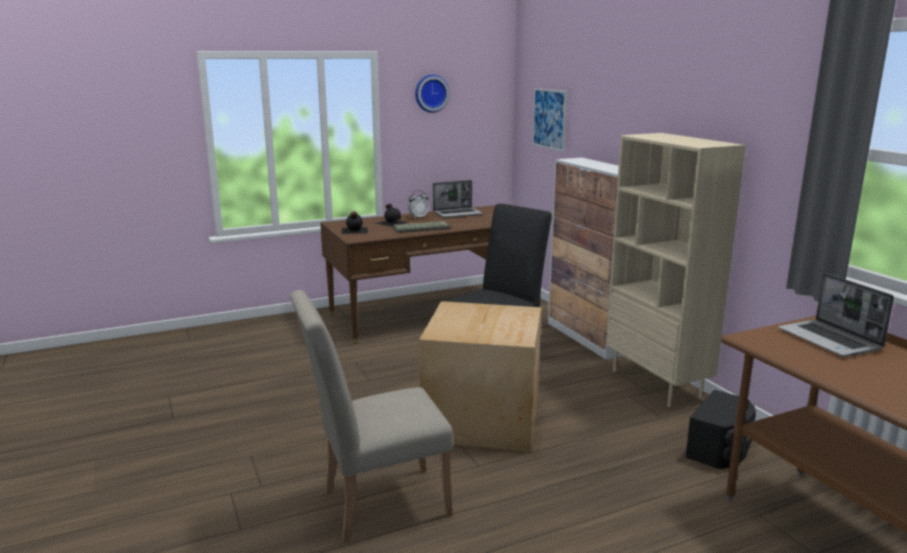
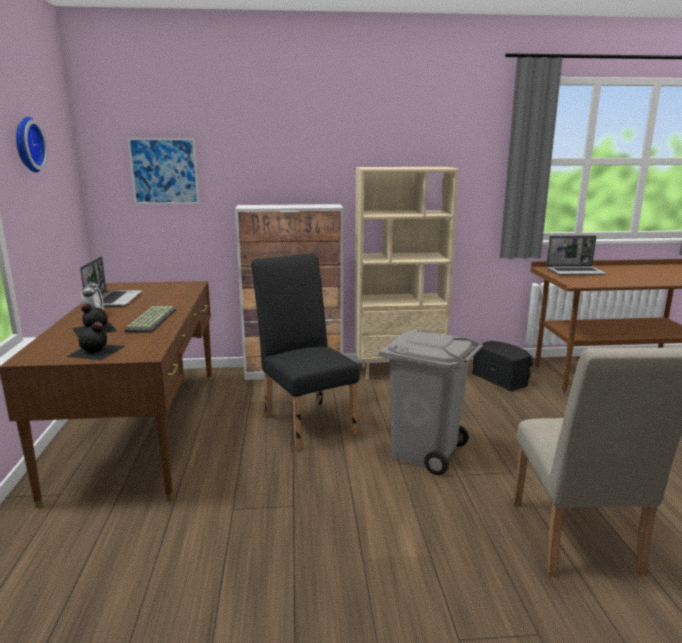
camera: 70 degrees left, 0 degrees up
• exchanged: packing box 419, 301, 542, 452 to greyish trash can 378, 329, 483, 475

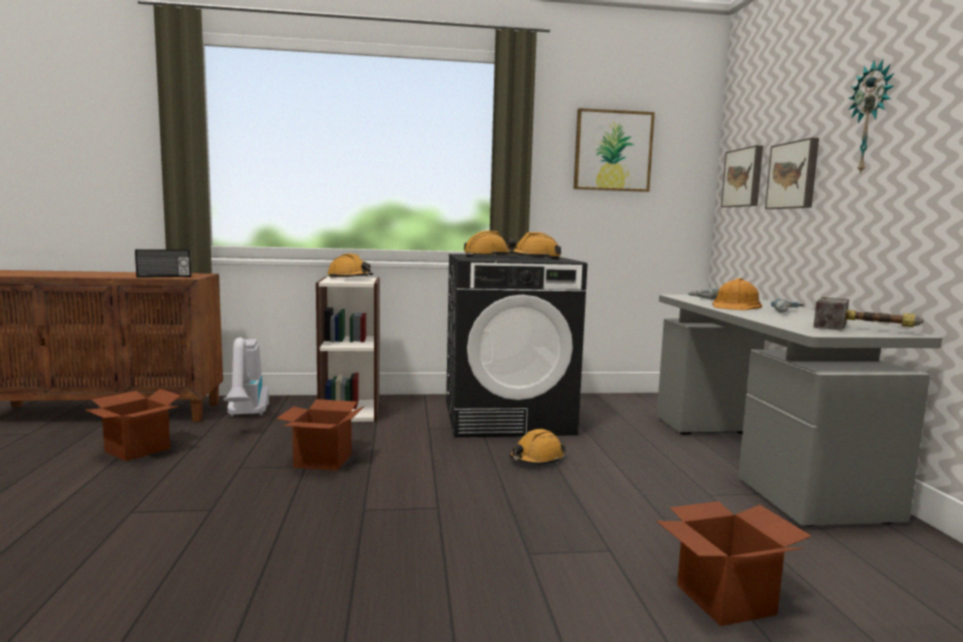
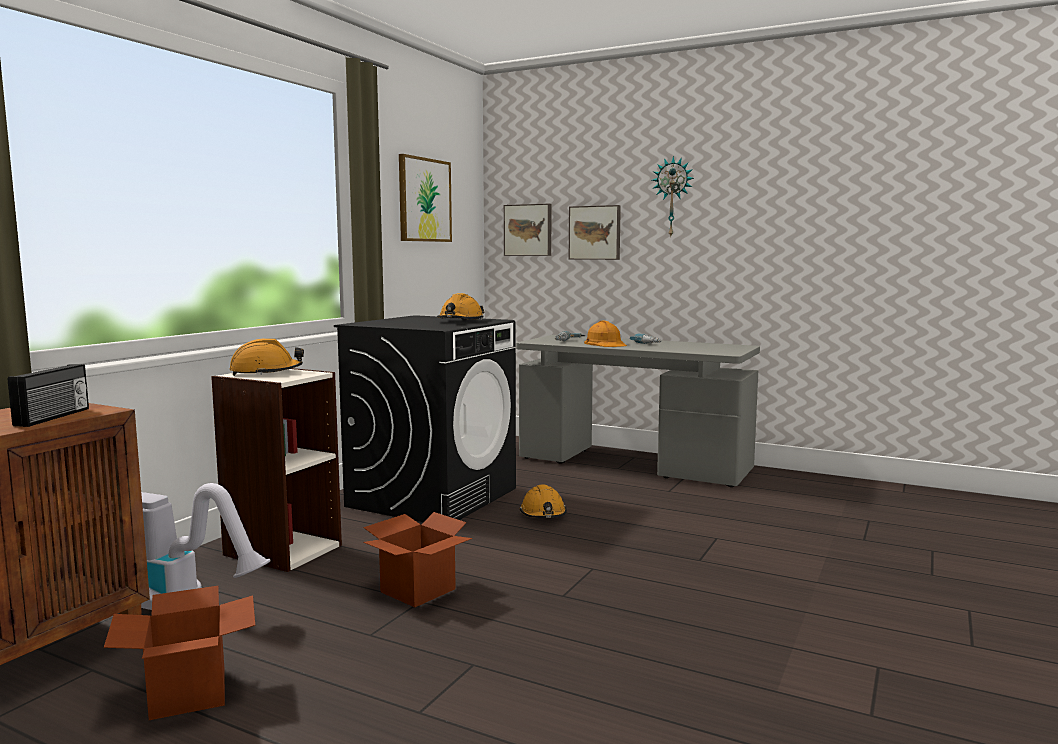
camera: 55 degrees left, 0 degrees up
• missing: orangey safety helmet 464, 231, 512, 257
• missing: packing box 656, 501, 811, 626
• missing: hammer 813, 297, 924, 331

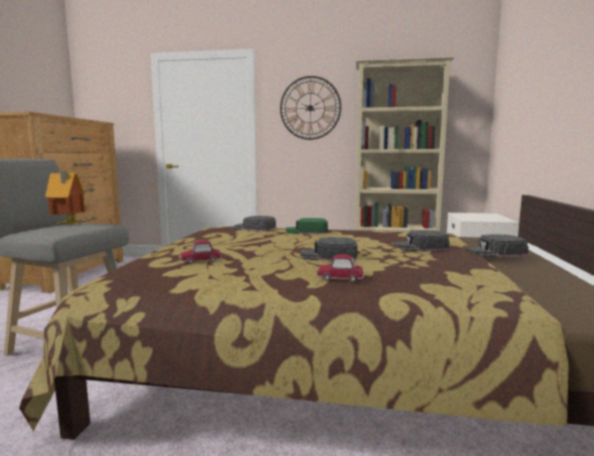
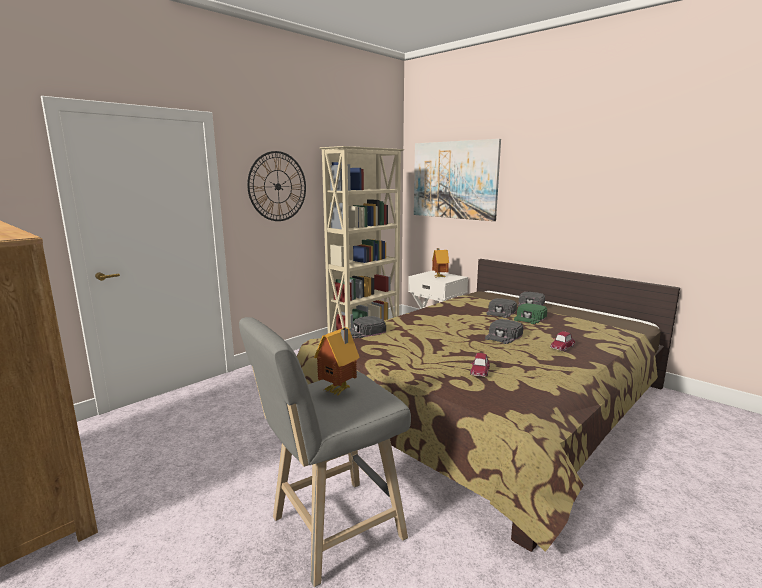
camera: 55 degrees left, 5 degrees up
• relocated: green-coloured baseball cap 286, 218, 328, 234 to 514, 303, 547, 324
• appeared: wall art 414, 139, 501, 221
• appeared: model house 432, 248, 449, 278

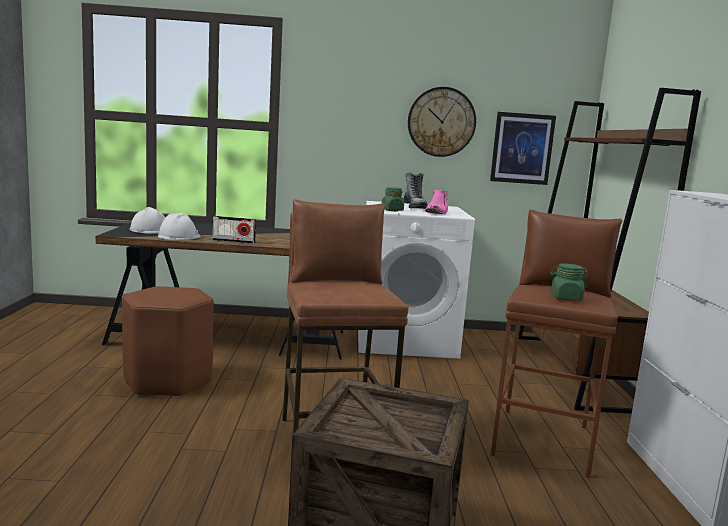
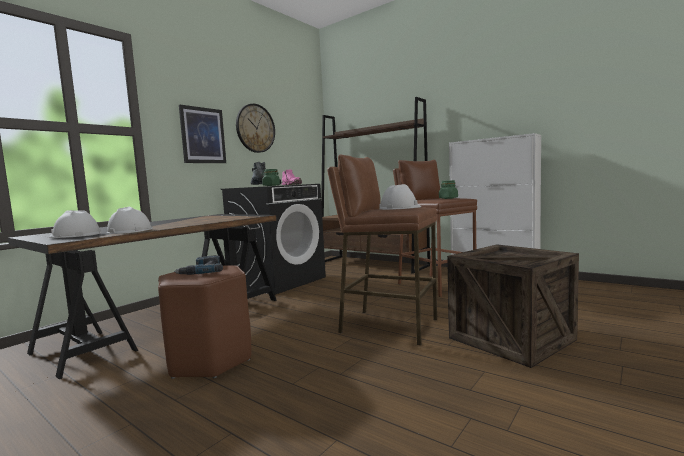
camera: 50 degrees left, 5 degrees down
• missing: radio 213, 216, 256, 244
• colour: white laundry machine 358, 201, 475, 359 to blackish laundry machine 221, 184, 326, 295
• relocated: wall art 490, 112, 556, 185 to 179, 105, 226, 163
• appeared: electric drill 174, 255, 223, 275
• appeared: white safety helmet 379, 184, 421, 210

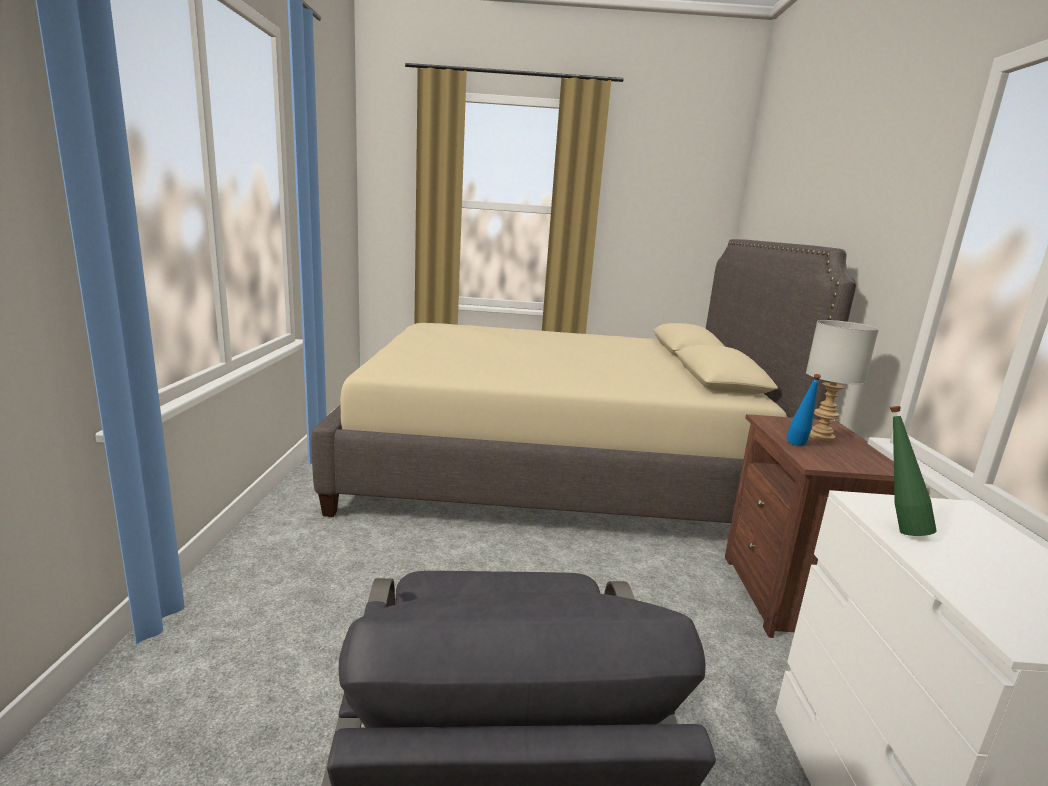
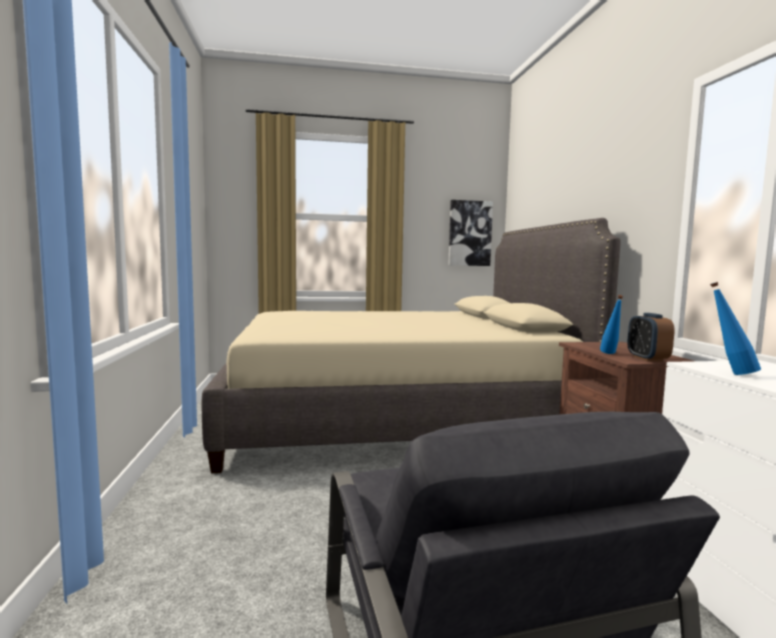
camera: 10 degrees left, 10 degrees down
• missing: greyish table lamp 806, 320, 879, 442
• colour: green-coloured bottle 890, 406, 937, 536 to bluish bottle 710, 282, 761, 375
• appeared: wall art 448, 200, 493, 266
• appeared: alarm clock 627, 313, 675, 362

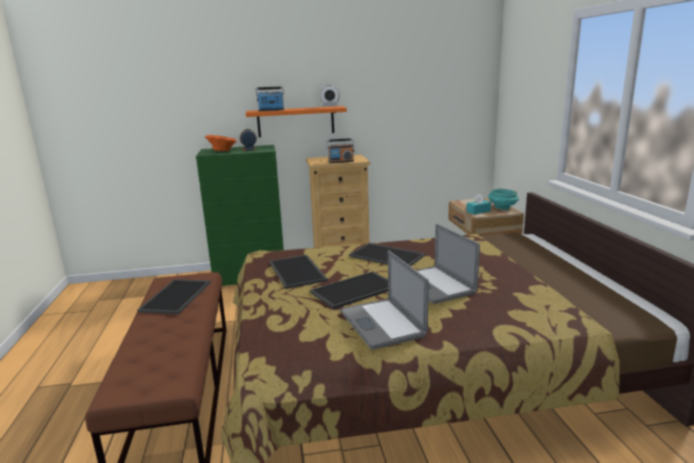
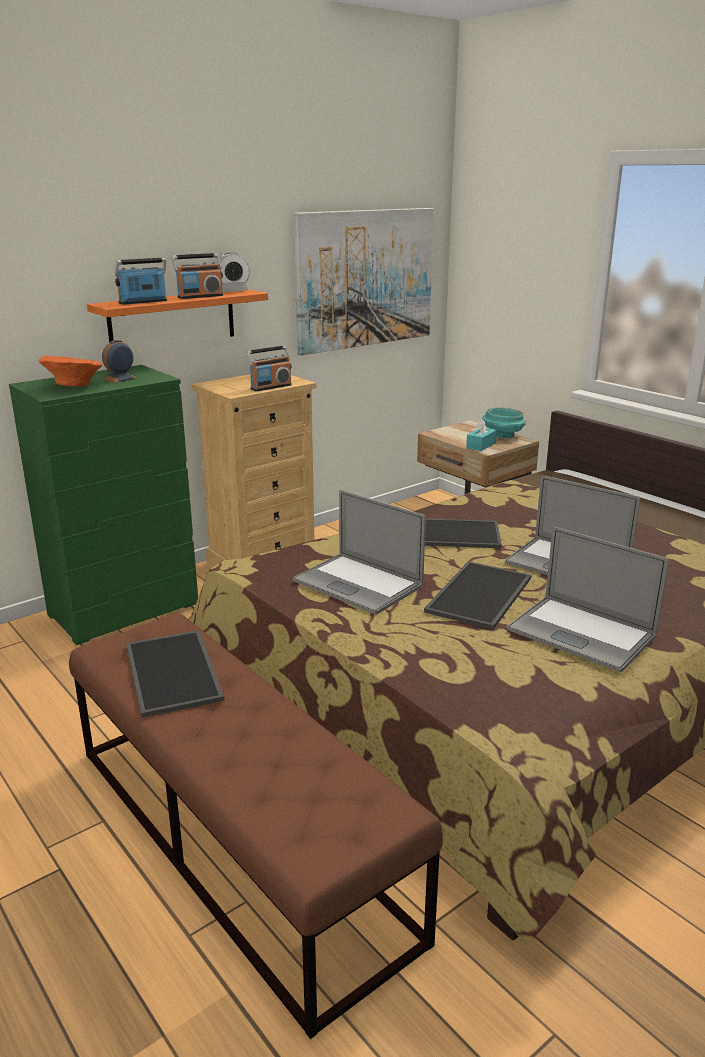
camera: 30 degrees left, 5 degrees up
• exchanged: carrying tray 269, 255, 328, 289 to portable computer 292, 490, 426, 615
• appeared: radio 172, 253, 223, 299
• appeared: wall art 294, 208, 434, 356

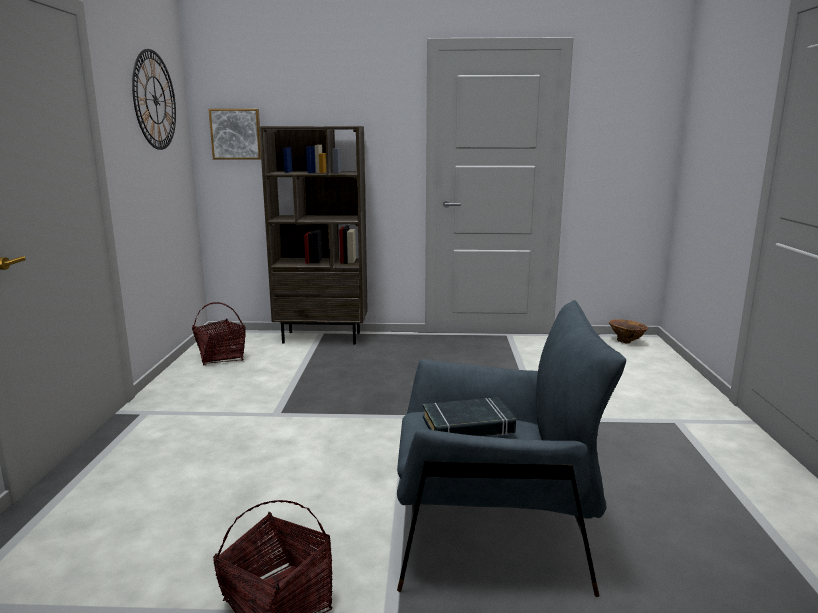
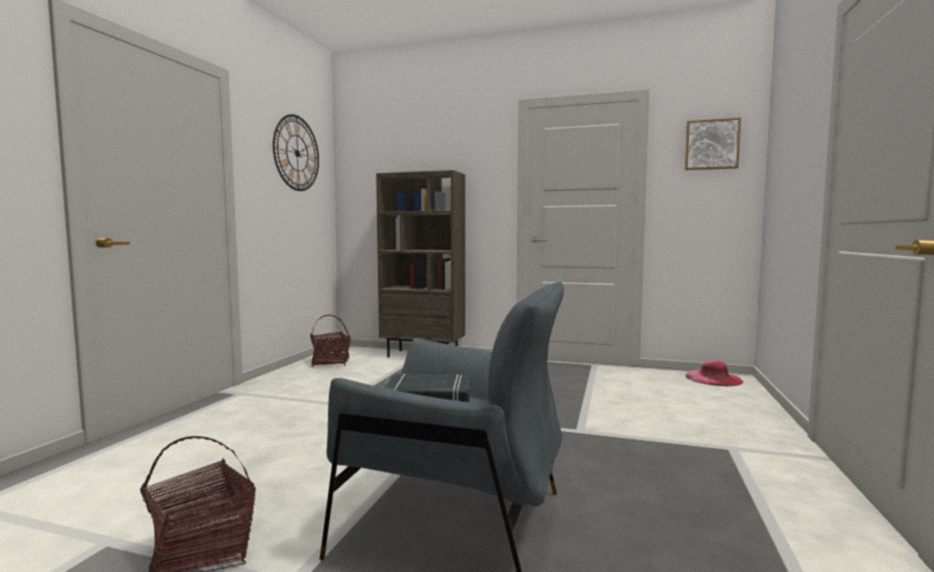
camera: 15 degrees right, 10 degrees down
• relocated: wall art 209, 109, 261, 160 to 685, 118, 741, 170
• exchanged: brown flower vase 609, 319, 648, 344 to pink-coloured hat 685, 360, 743, 386

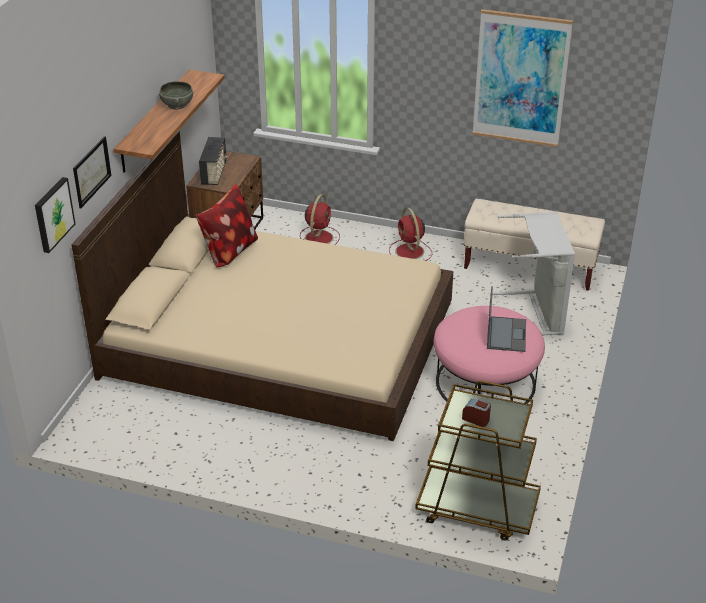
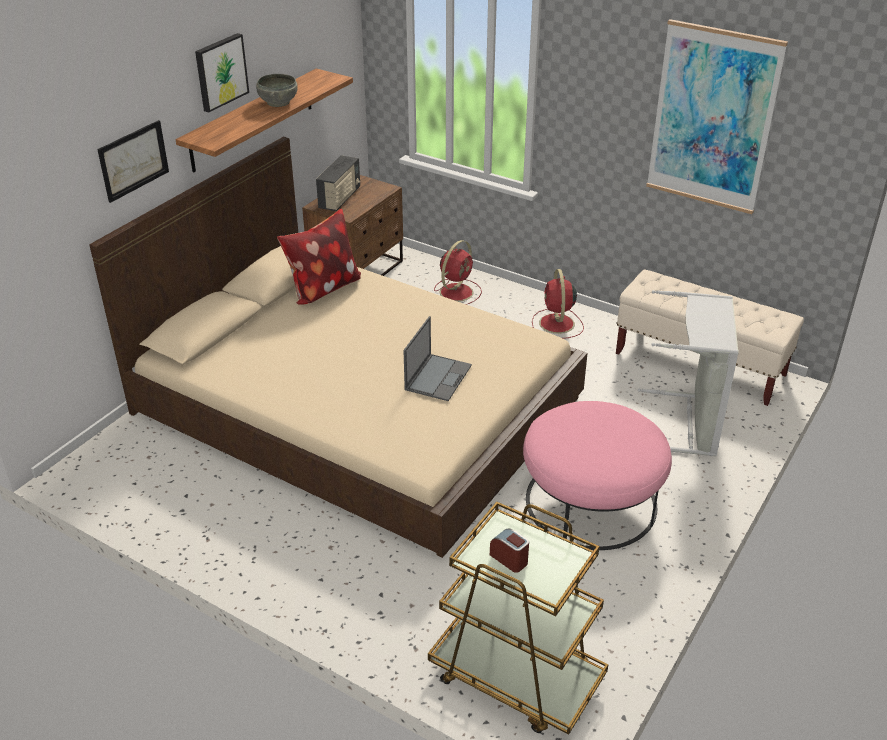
camera: 15 degrees right, 0 degrees up
• relocated: wall art 35, 177, 76, 253 to 195, 33, 249, 113
• relocated: portable computer 487, 286, 526, 352 to 403, 316, 472, 401

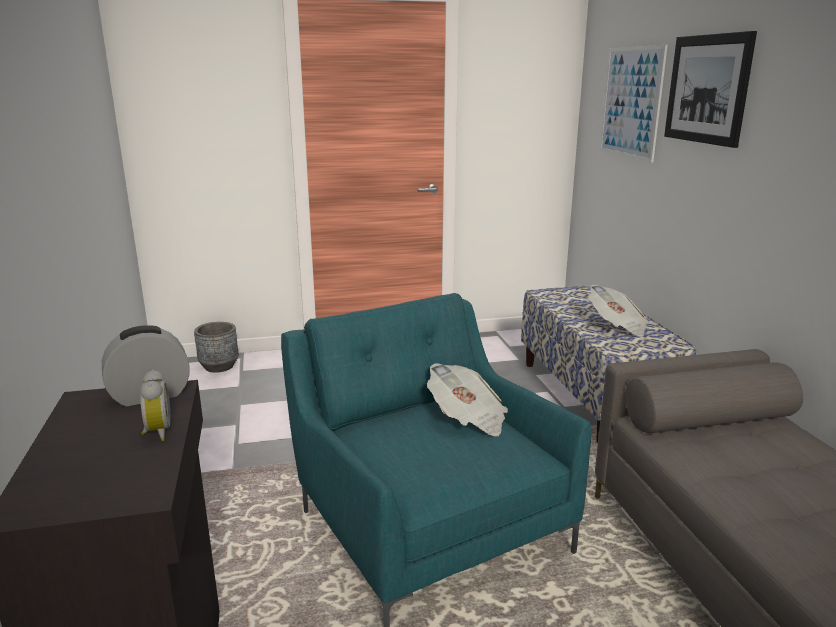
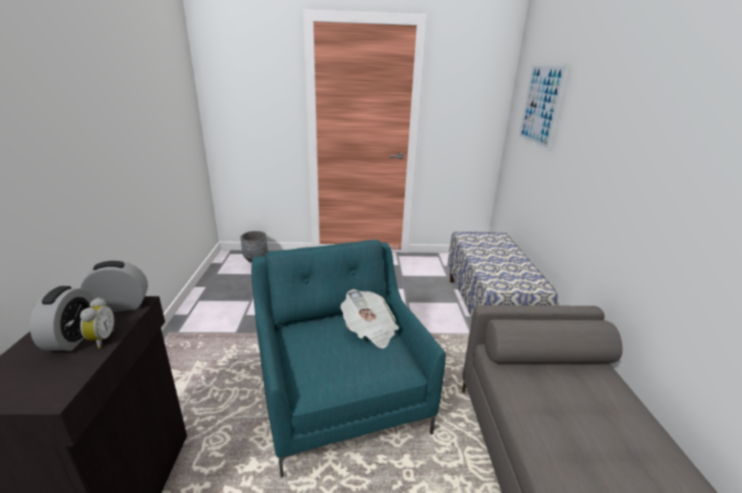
camera: 10 degrees right, 5 degrees up
• missing: newspaper 588, 285, 649, 337
• missing: wall art 664, 31, 757, 148
• appeared: alarm clock 30, 286, 94, 351

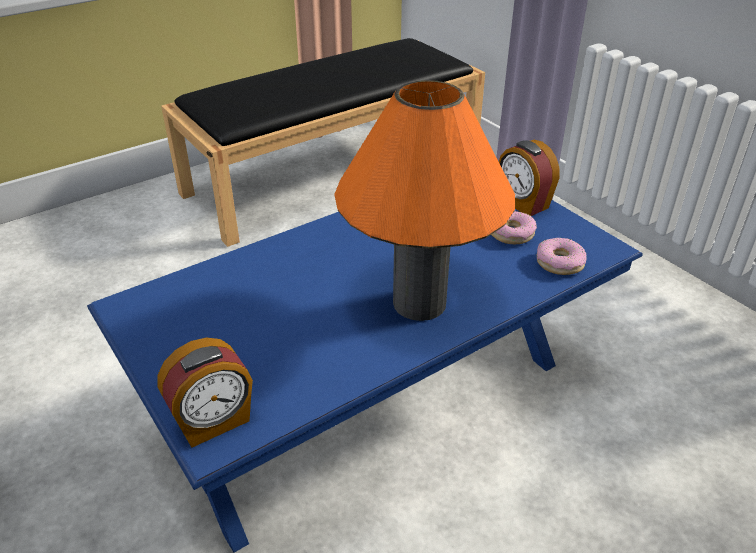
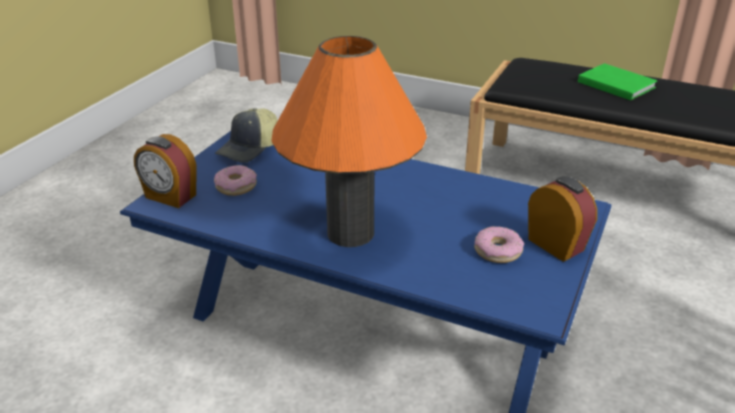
camera: 60 degrees right, 5 degrees down
• spun: alarm clock 499, 140, 560, 216 = 528, 176, 597, 262 120 degrees clockwise
• relocated: doughnut 537, 238, 587, 275 to 214, 165, 257, 196
• appeared: baseball cap 215, 108, 278, 163
• appeared: green-coloured bound book 578, 63, 658, 100

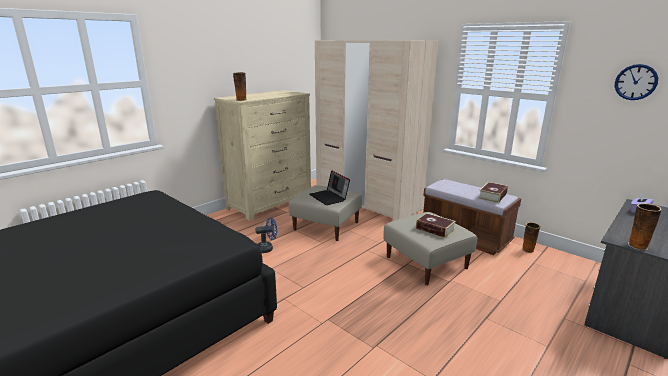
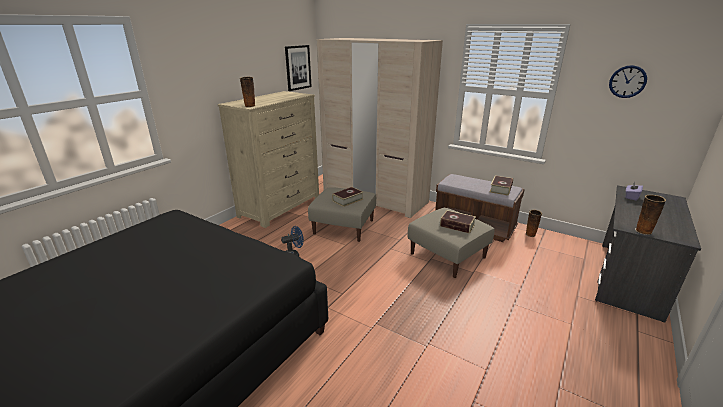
camera: 10 degrees left, 5 degrees up
• exchanged: portable computer 310, 170, 350, 205 to bound book 332, 187, 363, 207
• appeared: wall art 285, 45, 312, 91

